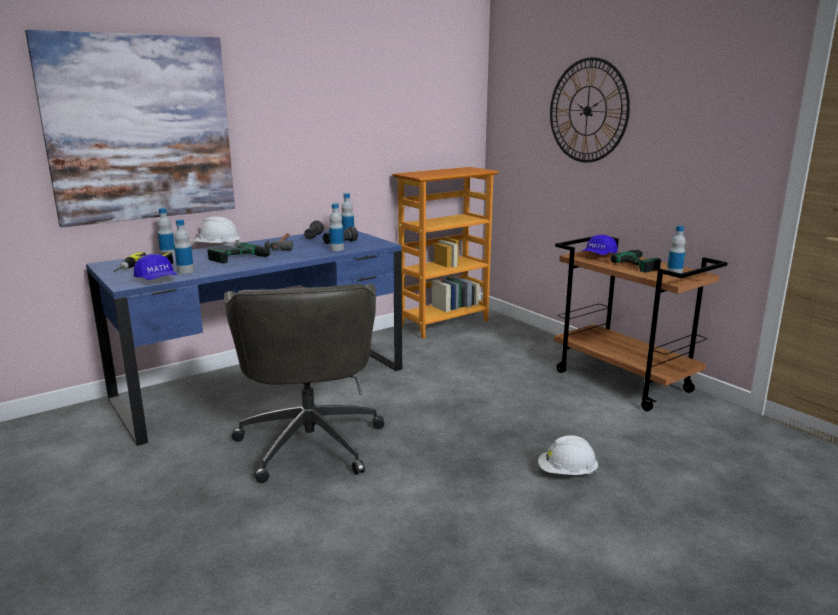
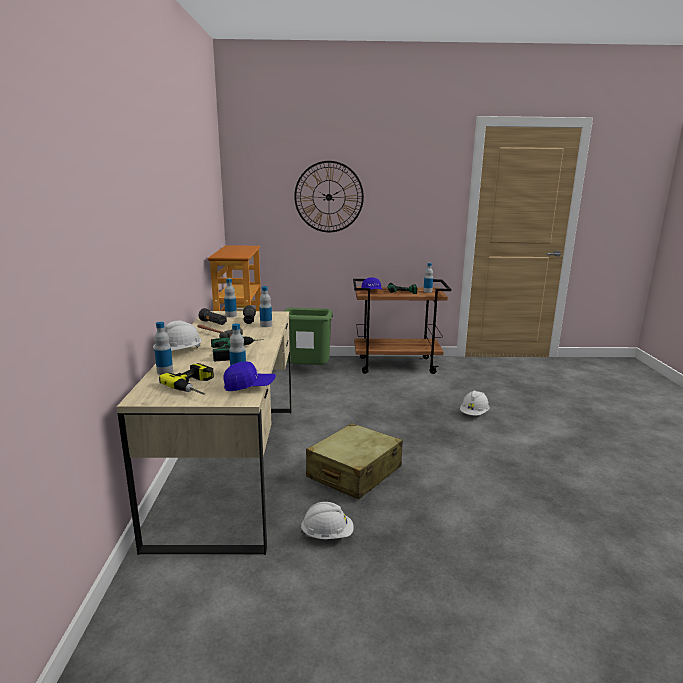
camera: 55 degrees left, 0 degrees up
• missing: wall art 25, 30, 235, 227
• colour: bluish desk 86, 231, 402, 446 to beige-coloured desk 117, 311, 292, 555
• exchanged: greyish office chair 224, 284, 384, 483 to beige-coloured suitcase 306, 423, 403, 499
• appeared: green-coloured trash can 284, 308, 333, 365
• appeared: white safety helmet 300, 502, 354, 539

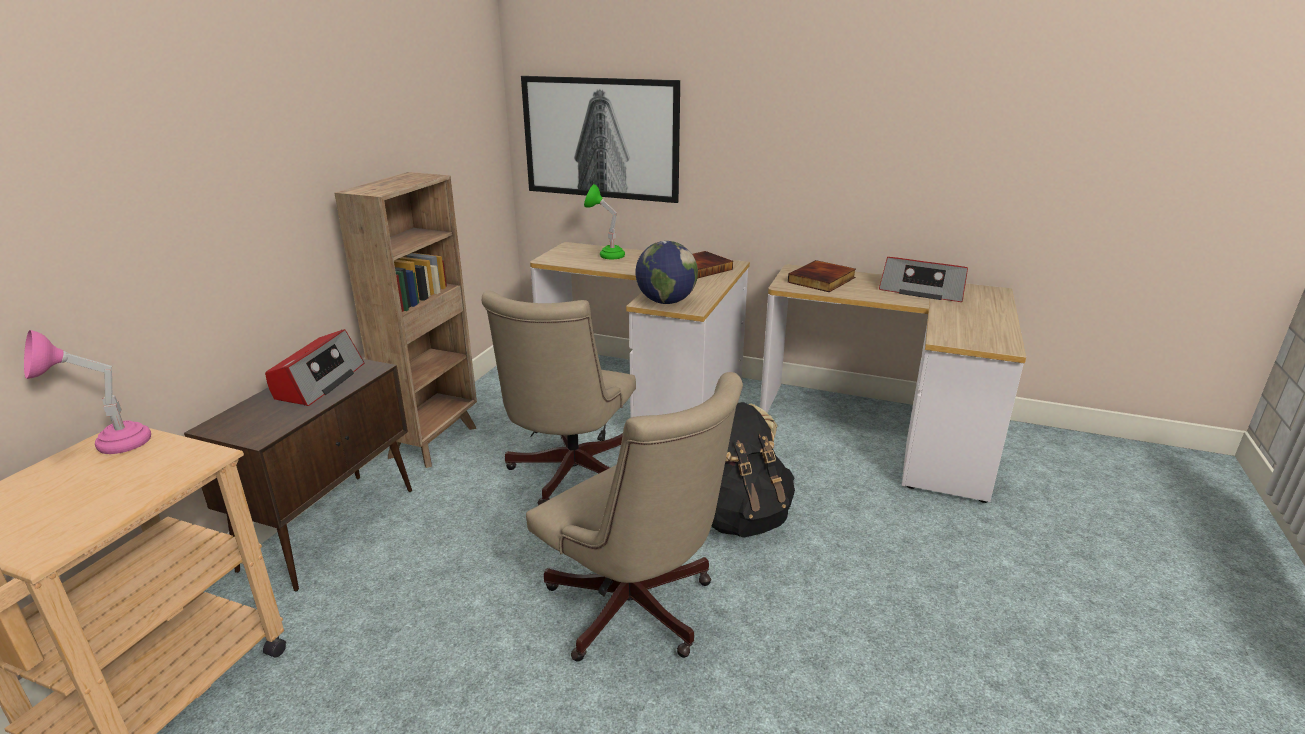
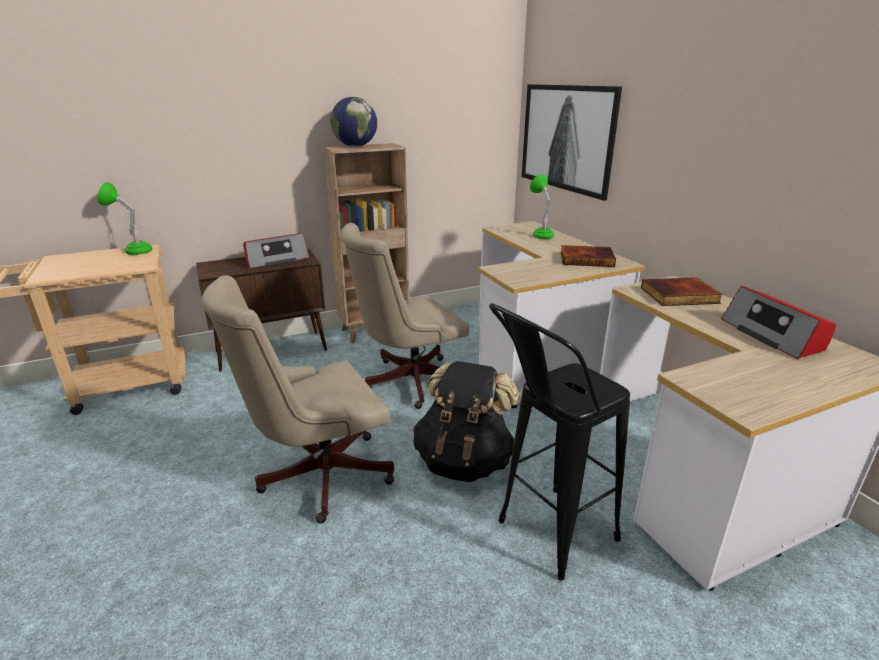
camera: 45 degrees right, 0 degrees up
• colour: pink-coloured table lamp 24, 330, 151, 454 to green-coloured table lamp 98, 182, 152, 255
• spun: beige-coloured office chair 526, 372, 743, 662 = 202, 275, 394, 524 60 degrees clockwise
• relocated: globe 635, 241, 698, 304 to 331, 97, 377, 147
• appeared: blackish stool 489, 303, 630, 581

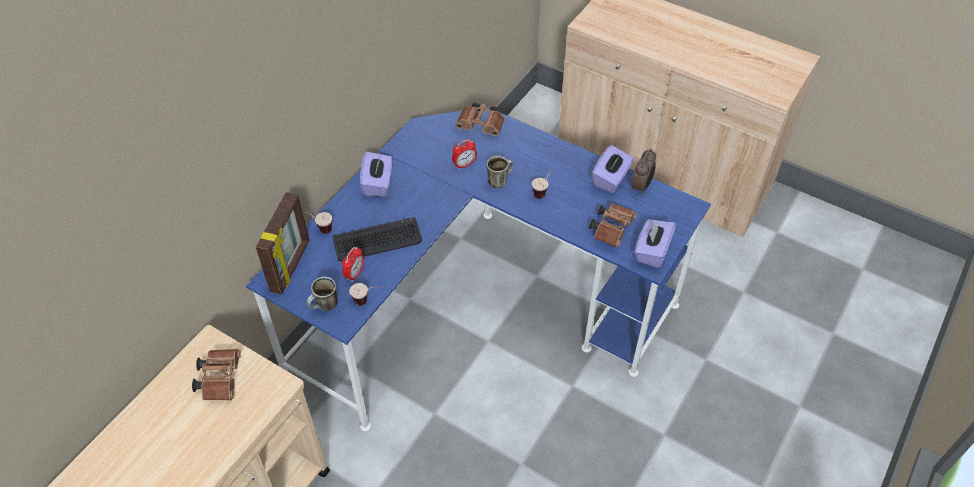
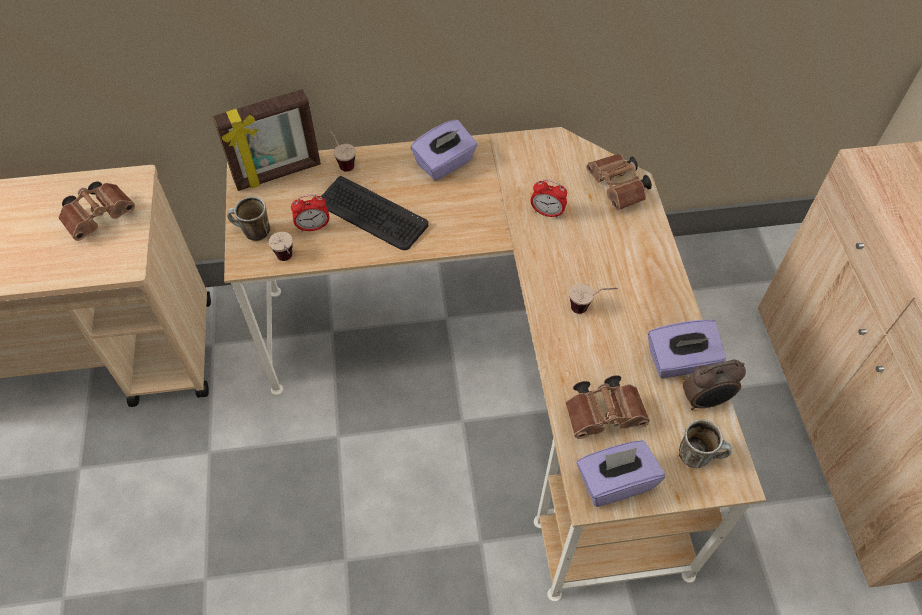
camera: 50 degrees right, 5 degrees up
• colour: bluish desk 246, 107, 711, 431 to beige-coloured desk 224, 127, 766, 602
• relocated: coffee mug 487, 156, 514, 188 to 679, 419, 732, 468

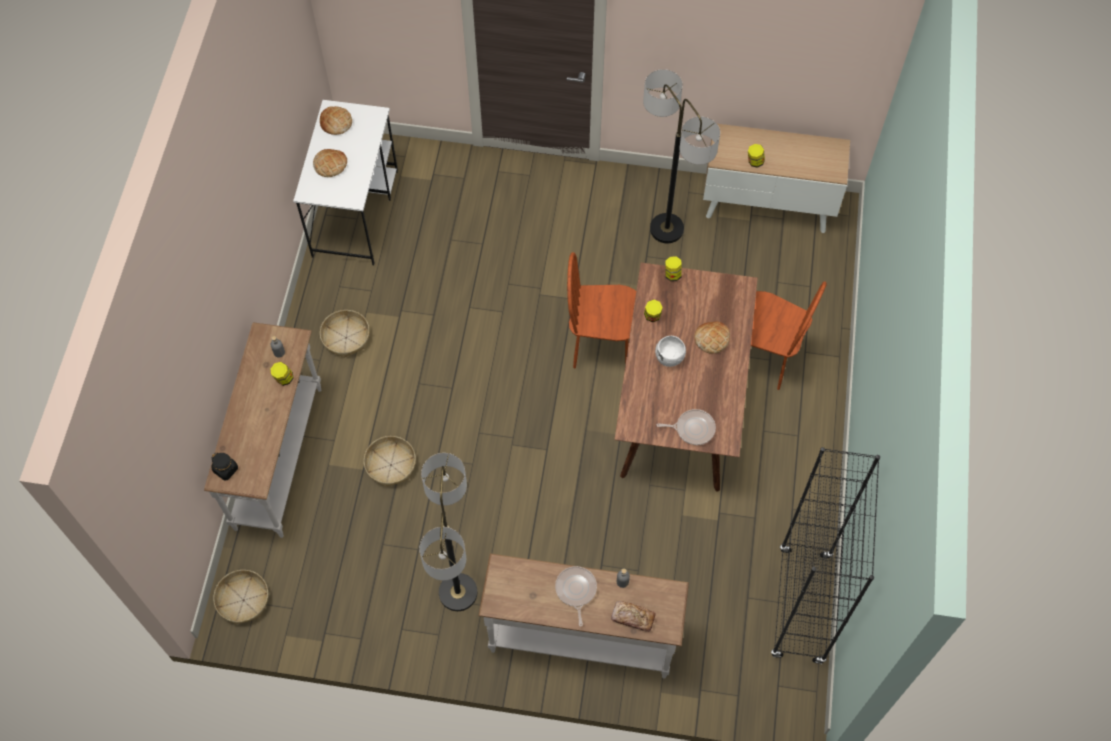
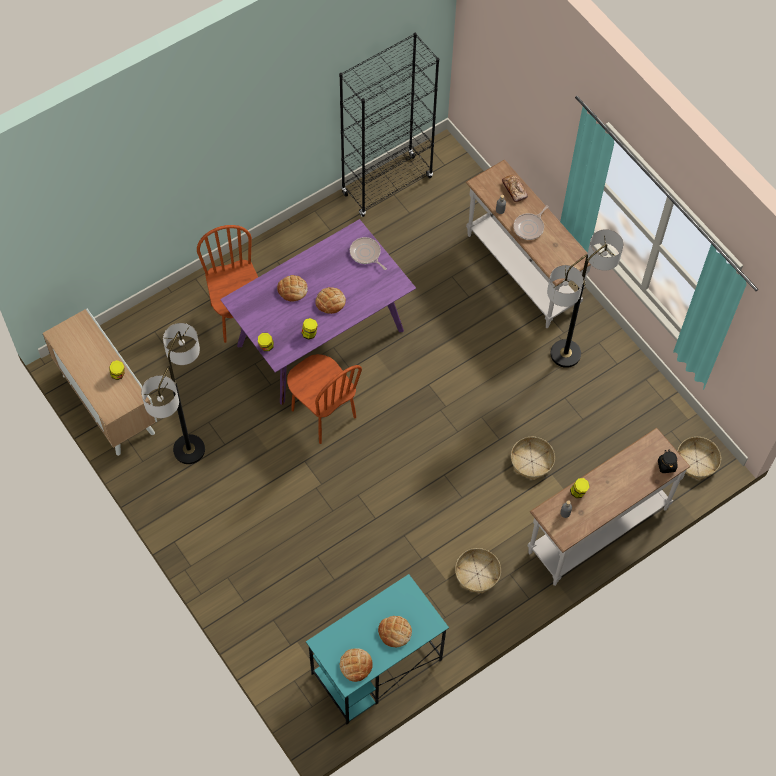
camera: 135 degrees left, 0 degrees up
• colour: white desk 293, 100, 398, 266 to blue-green desk 306, 574, 449, 725
• colour: brown kitchen table 614, 263, 758, 492 to purple kitchen table 220, 219, 416, 405
• exchanged: white bowl 655, 336, 686, 367 to baked bread 315, 287, 346, 314

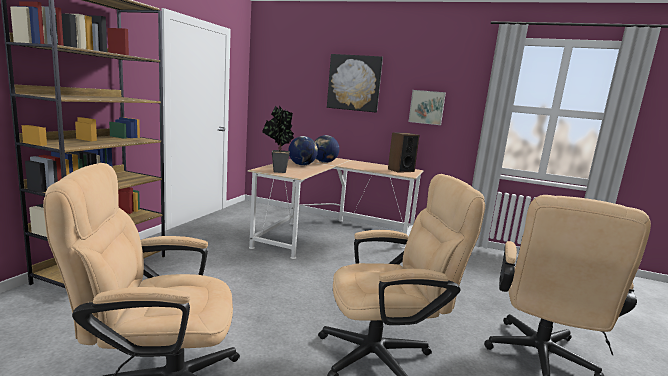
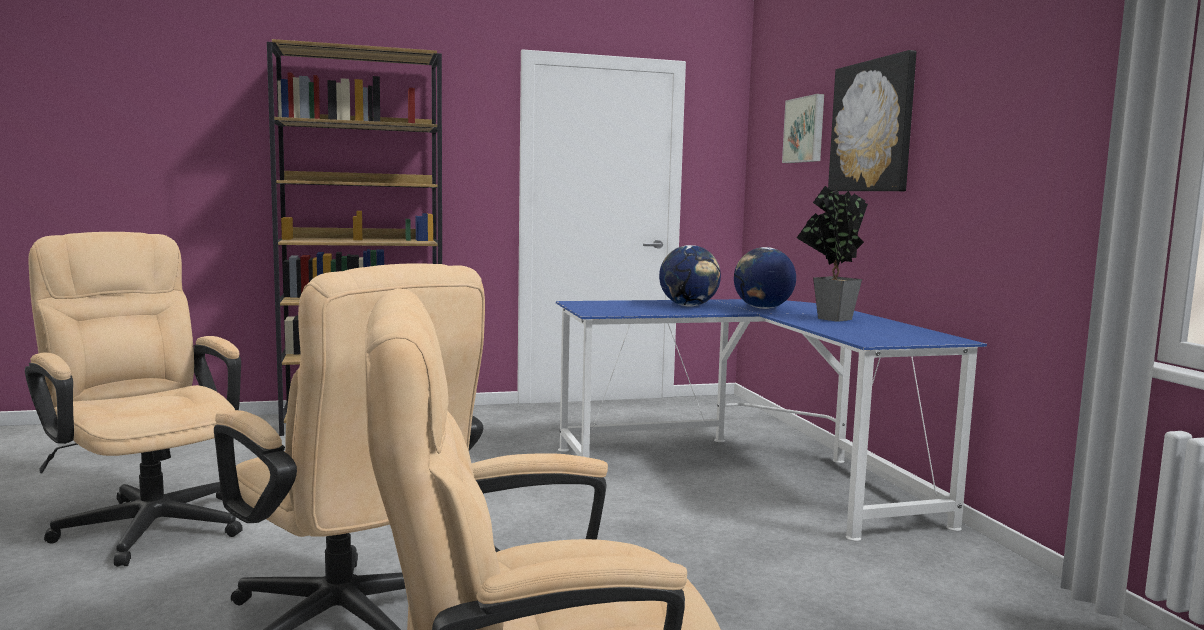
camera: 55 degrees right, 5 degrees down
• colour: beige-coloured desk 248, 158, 424, 259 to bluish desk 556, 299, 987, 541
• relocated: potted plant 262, 106, 294, 173 to 797, 185, 868, 322
• missing: loudspeaker 388, 132, 419, 173
• relocated: wall art 409, 90, 446, 125 to 782, 94, 824, 163

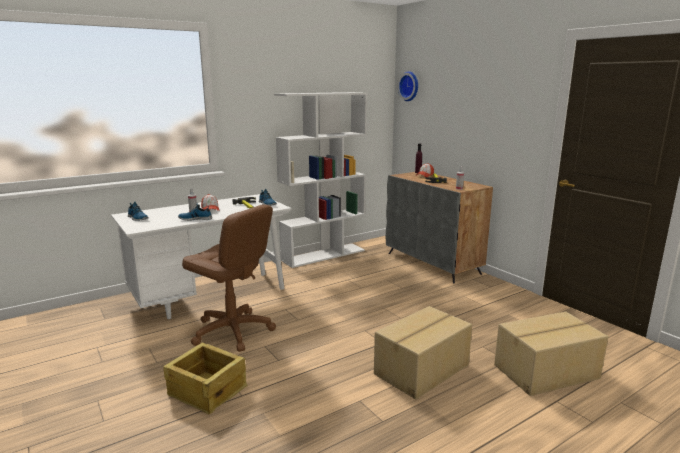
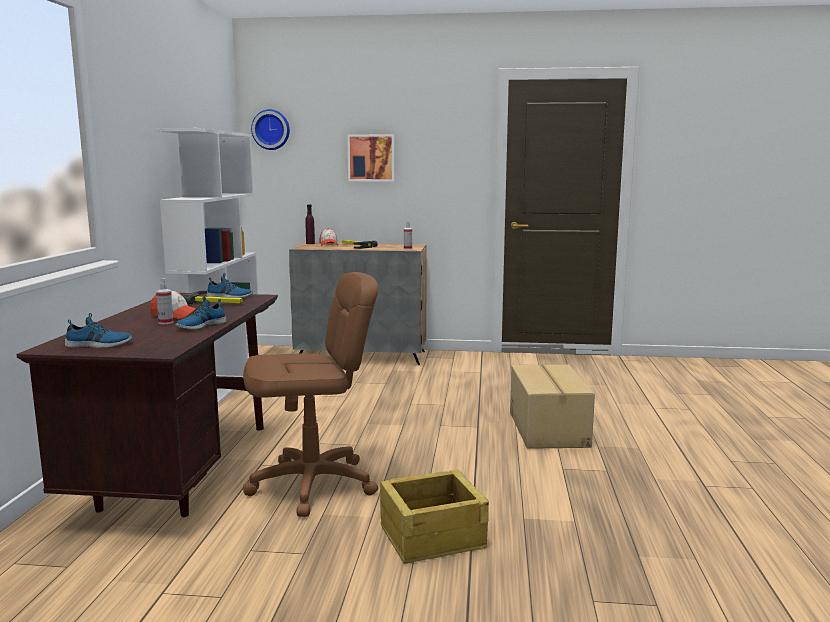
camera: 50 degrees left, 5 degrees down
• colour: white desk 111, 194, 292, 319 to brown desk 17, 293, 278, 517
• missing: packing box 494, 312, 608, 396
• appeared: wall art 347, 134, 395, 181

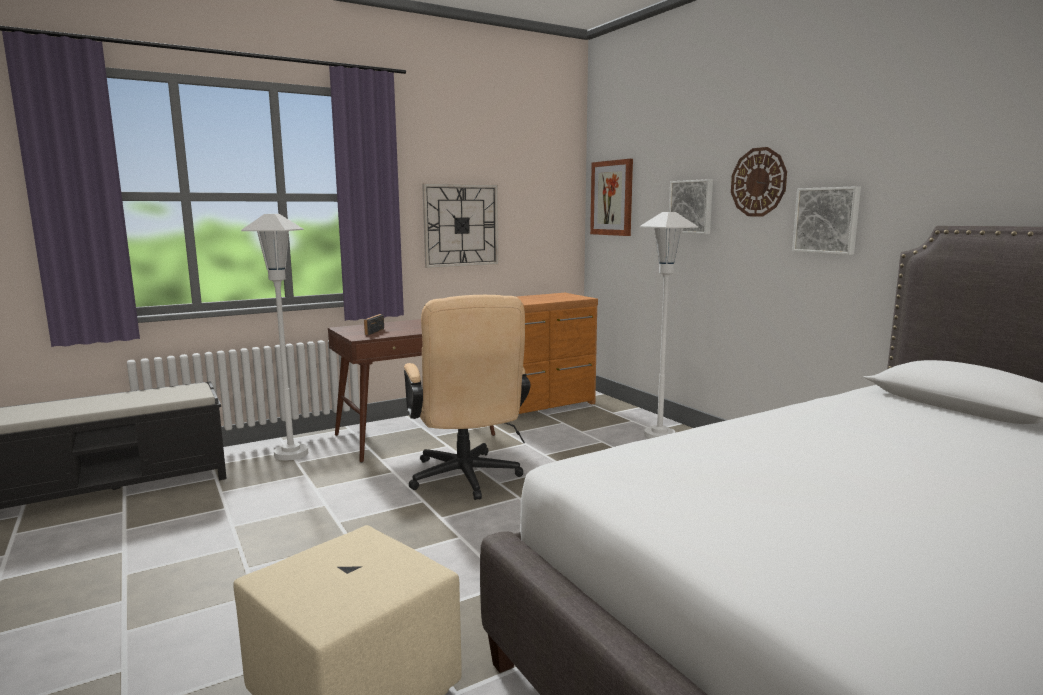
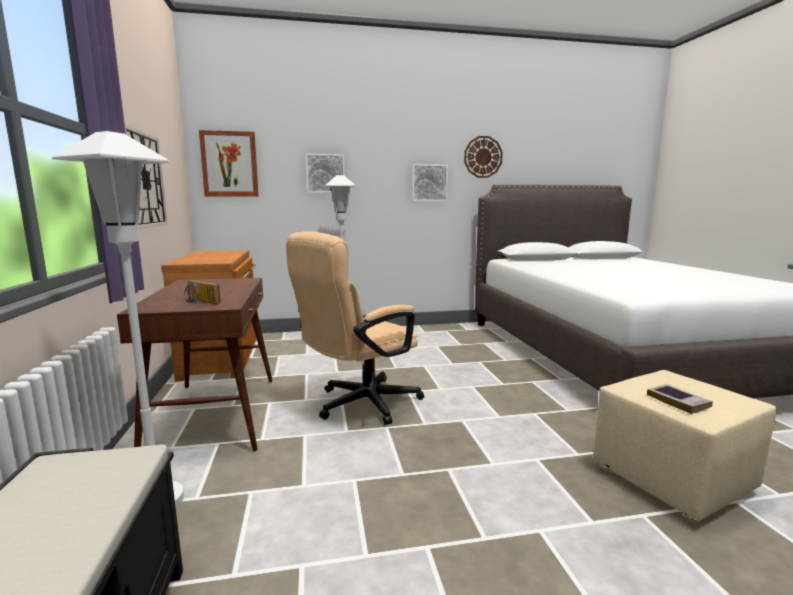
camera: 70 degrees left, 0 degrees up
• spun: beige-coloured office chair 404, 295, 531, 500 = 286, 231, 424, 425 135 degrees clockwise
• relocated: wall clock 731, 147, 787, 216 to 464, 136, 503, 178
• appeared: bound book 647, 384, 713, 414

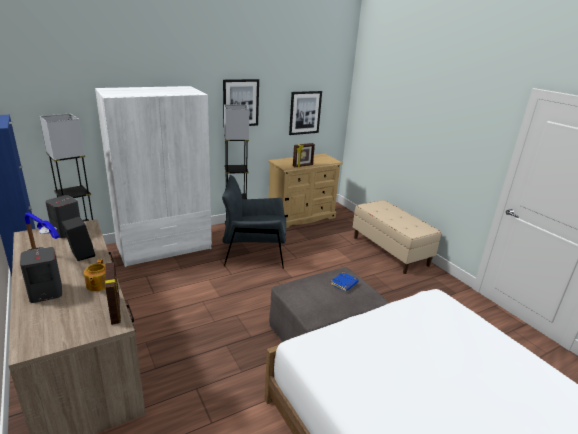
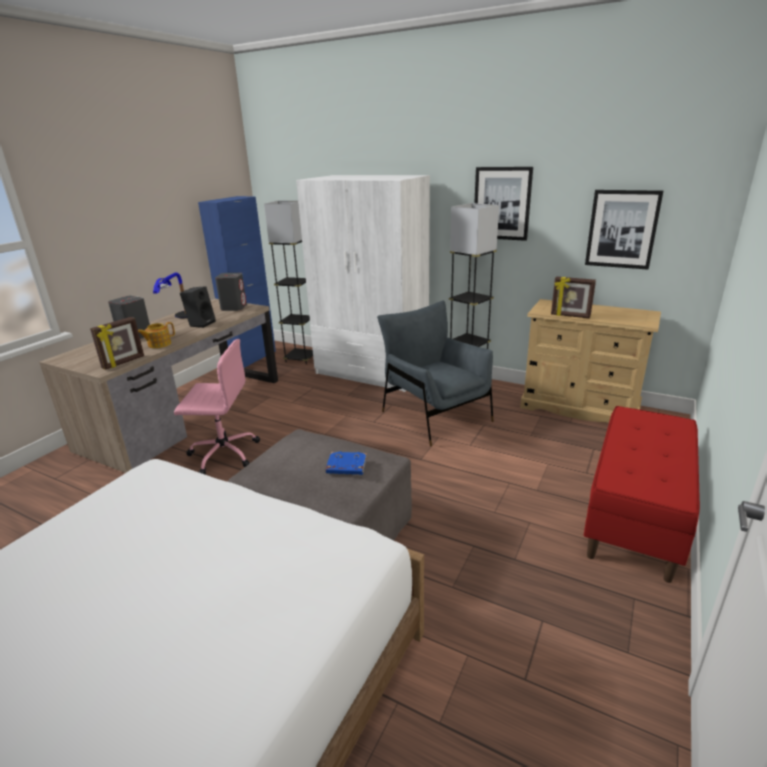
camera: 60 degrees right, 0 degrees up
• colour: beige-coloured long seat 353, 200, 441, 274 to reddish long seat 584, 406, 700, 583
• appeared: pink-coloured office chair 174, 339, 260, 474

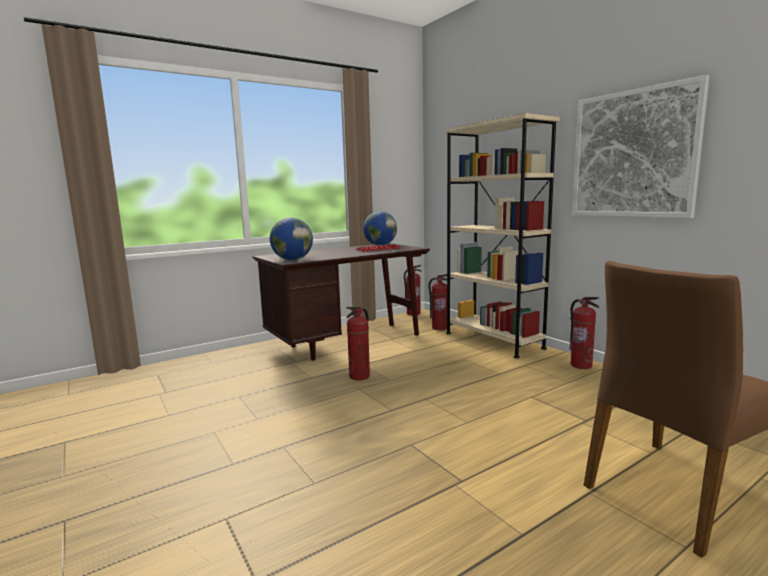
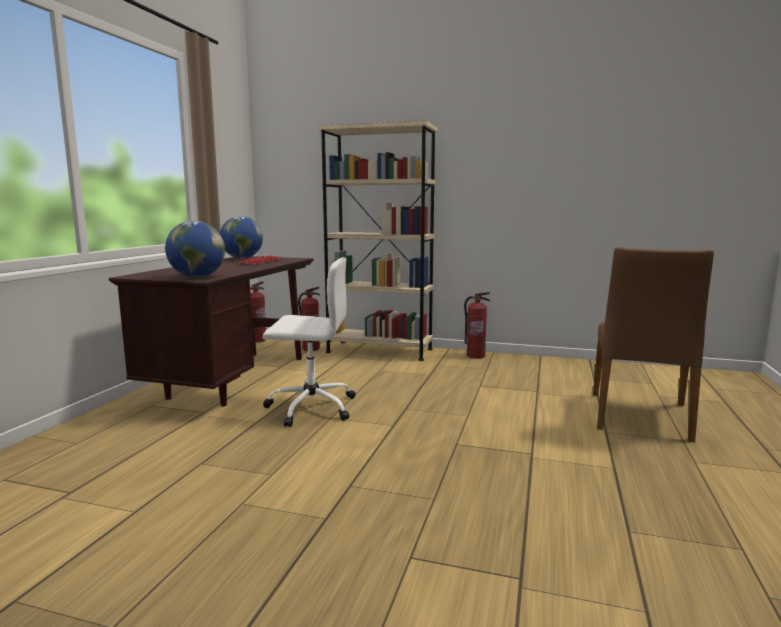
camera: 40 degrees left, 0 degrees up
• exchanged: fire-fighting cylinder 346, 306, 370, 381 to white office chair 263, 257, 356, 427
• missing: wall art 572, 75, 710, 218

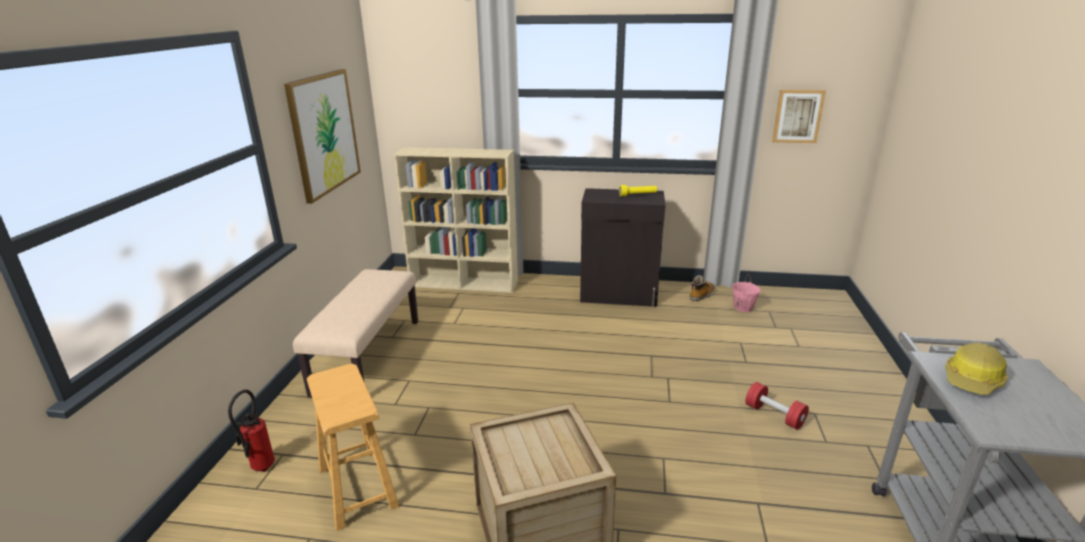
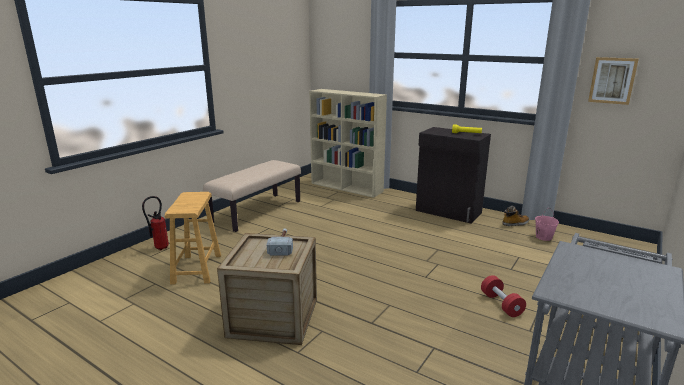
camera: 25 degrees right, 5 degrees down
• missing: wall art 284, 69, 361, 204
• missing: safety helmet 945, 343, 1008, 395
• appeared: hammer 267, 229, 293, 256

